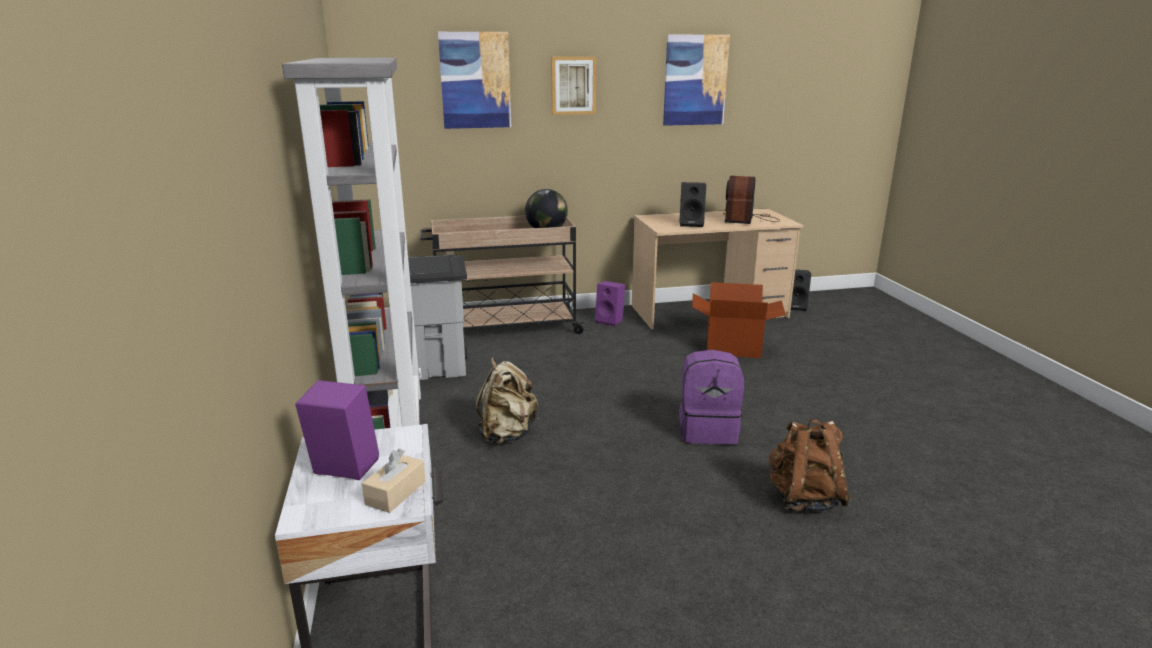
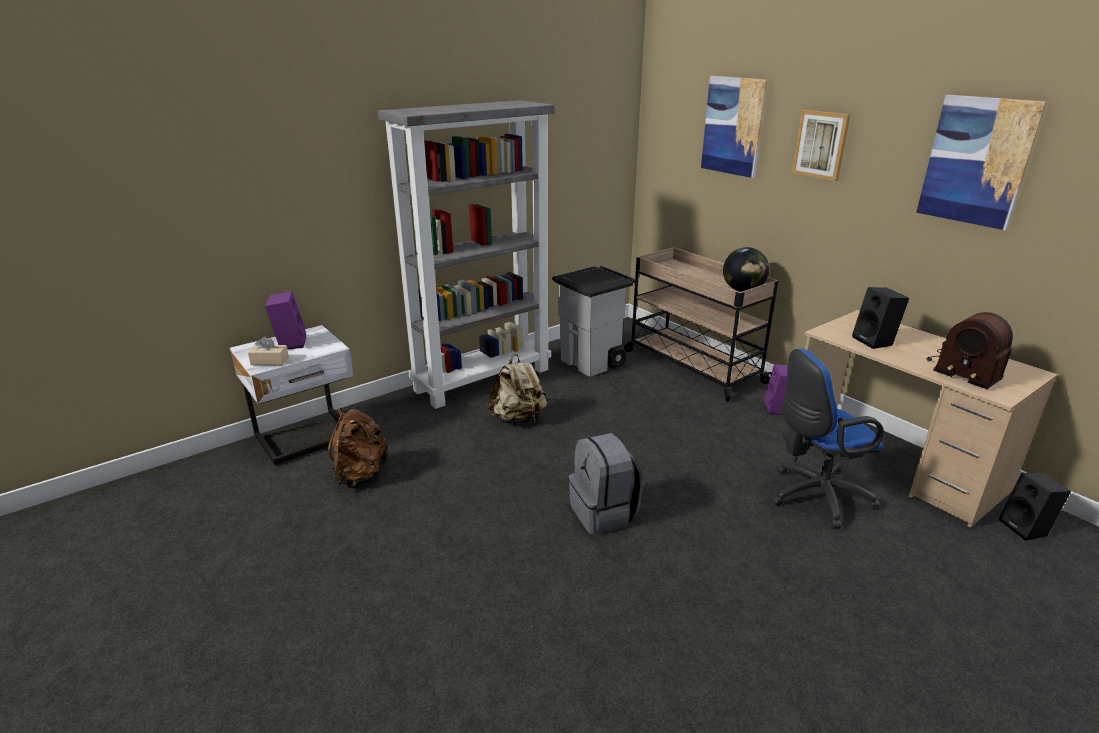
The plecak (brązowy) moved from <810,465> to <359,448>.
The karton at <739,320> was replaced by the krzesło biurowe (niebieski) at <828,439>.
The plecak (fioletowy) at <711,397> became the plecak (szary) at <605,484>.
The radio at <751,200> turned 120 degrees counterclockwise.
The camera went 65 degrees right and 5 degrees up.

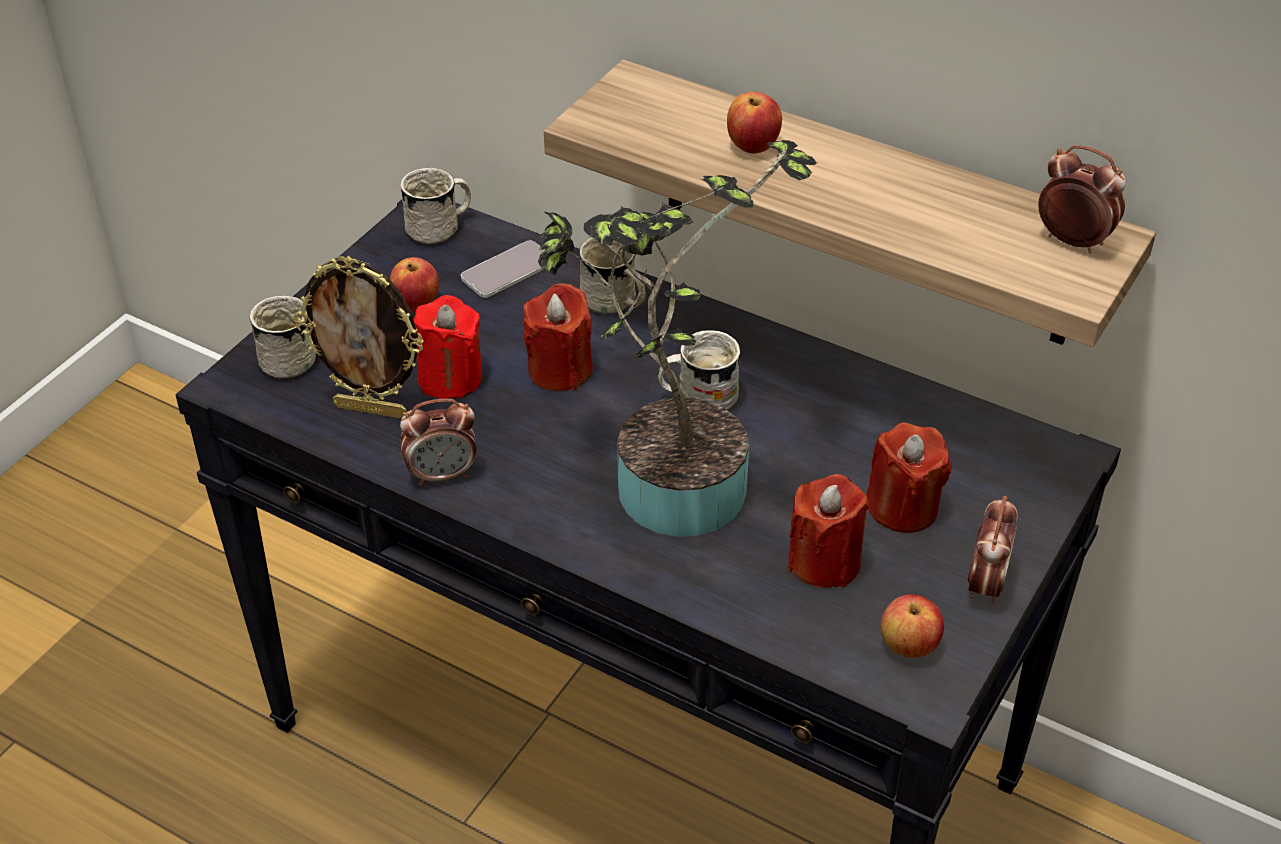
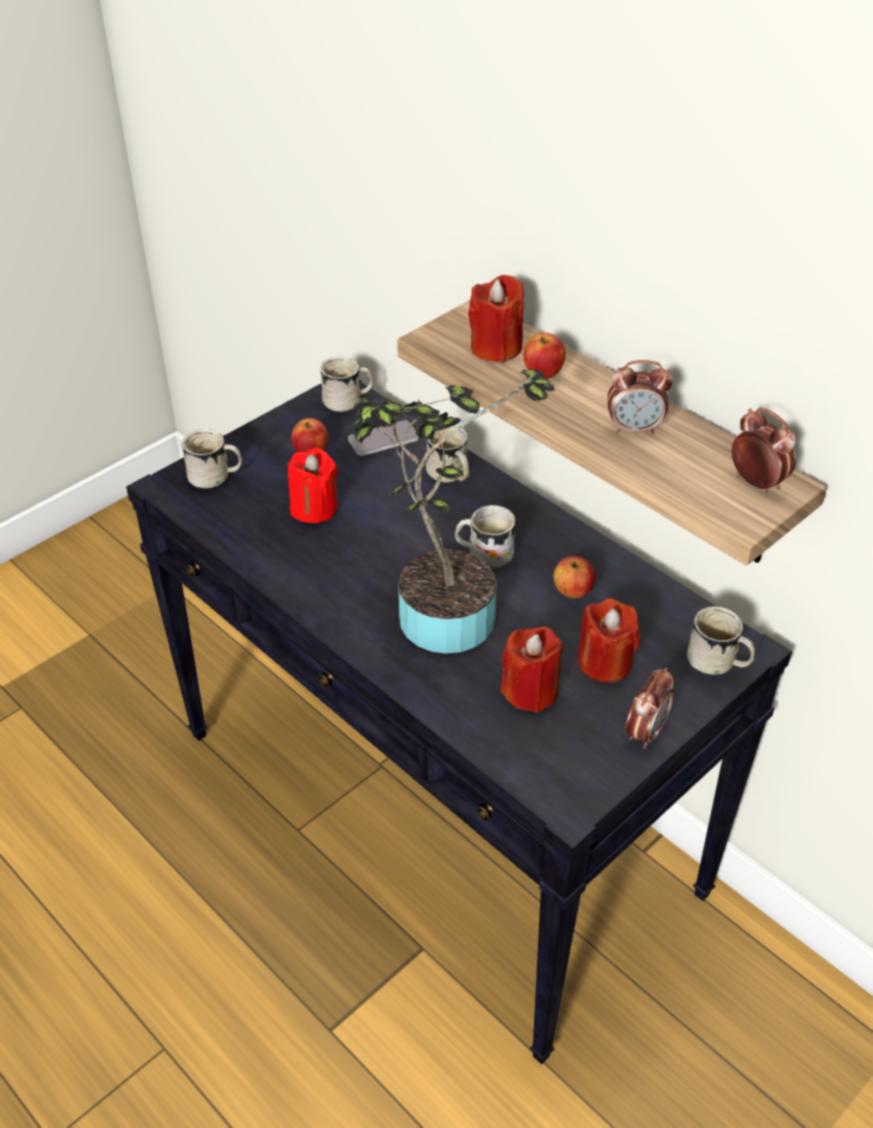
The ramka na zdjęcie at <359,337> disappeared.
The kubek (biały) at <721,640> appeared.
The budzik moved from <438,442> to <640,397>.
The świeca (czerwony) moved from <558,337> to <496,319>.
The jabłko moved from <912,626> to <574,577>.
The camera went 15 degrees right and 0 degrees up.

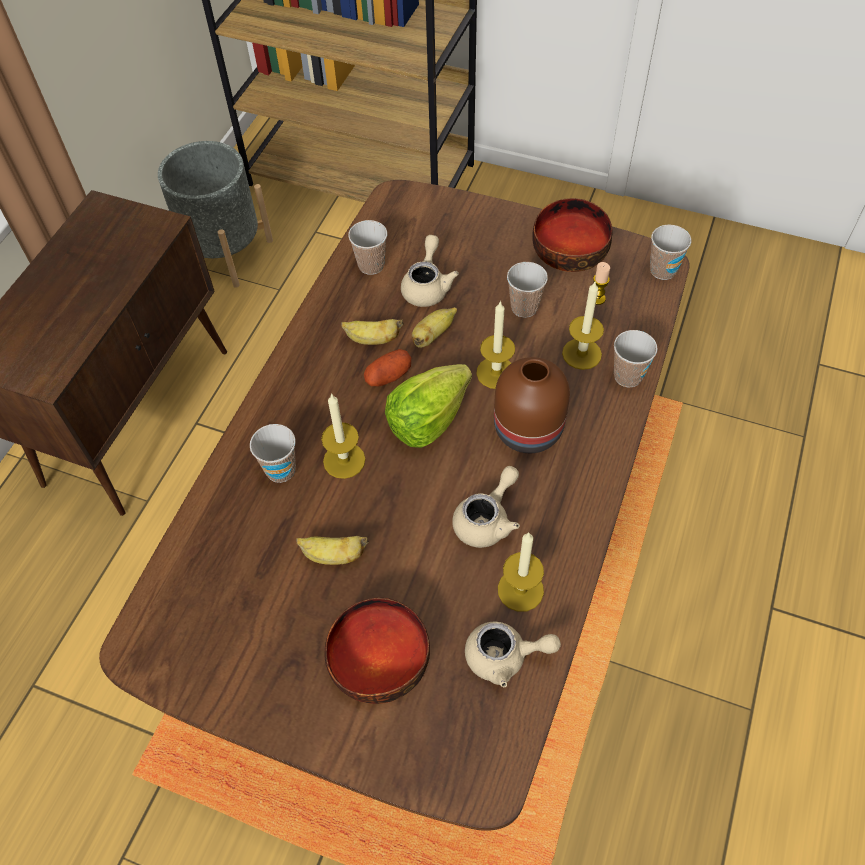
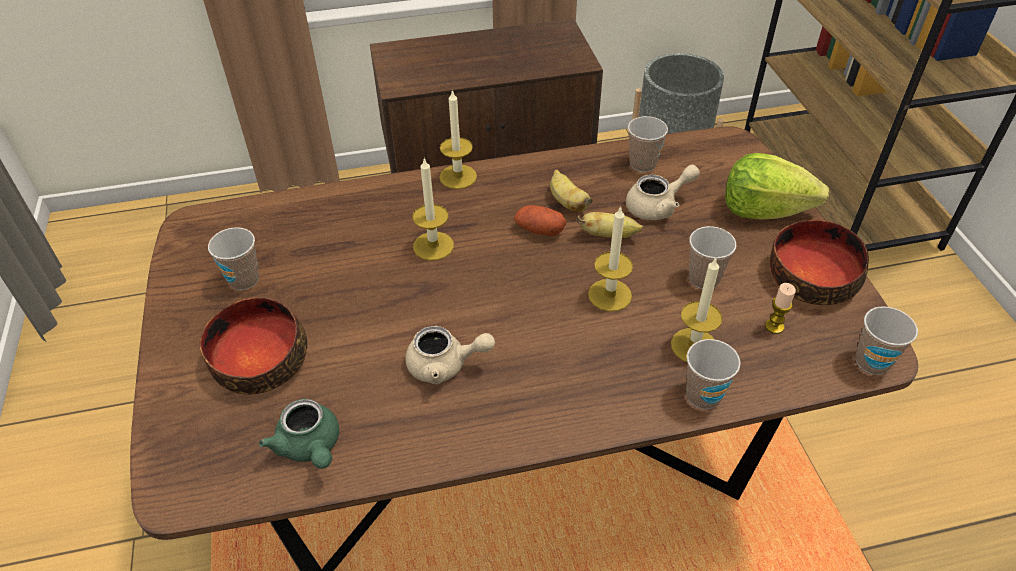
The banan at <332,550> disappeared.
The wazon (brązowy) at <532,405> disappeared.
The filiżanka moved from <273,453> to <233,258>.
The sałata moved from <428,406> to <777,186>.
The świeca moved from <521,572> to <458,139>.
The imbryk (beżowy) at <513,654> became the imbryk (zielony) at <299,434>.
The camera went 55 degrees right and 10 degrees down.

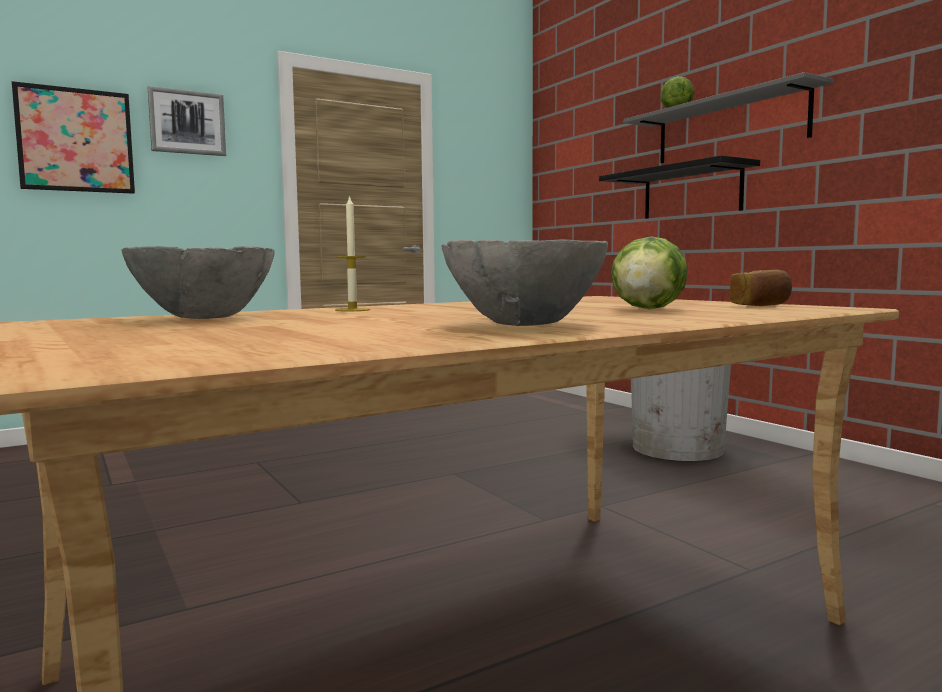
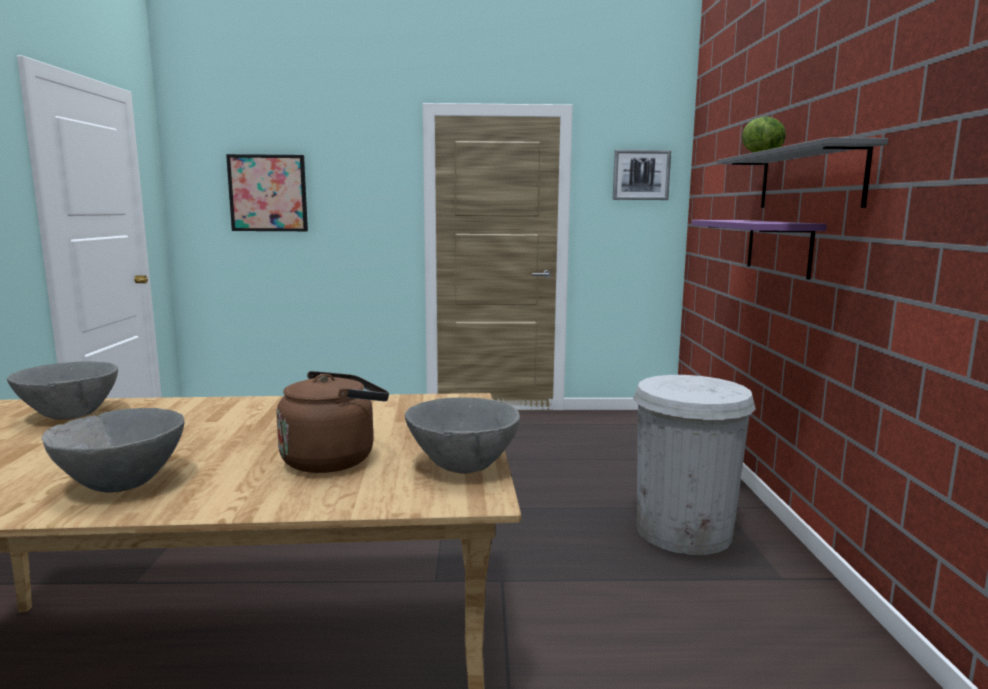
The świeca at <352,253> disappeared.
The obraz moved from <187,121> to <642,175>.
The sałata at <649,272> was replaced by the czajnik (brązowy) at <332,422>.
The chleb at <761,288> was replaced by the miska (szary) at <462,435>.
The półka (czarny) at <679,187> became the półka (fioletowy) at <759,250>.
The camera went 30 degrees right and 5 degrees up.

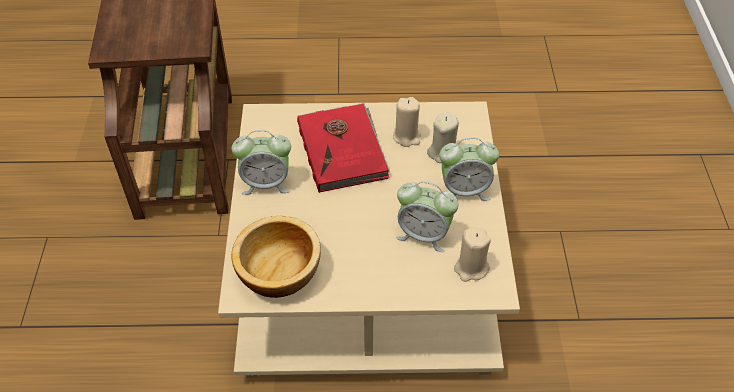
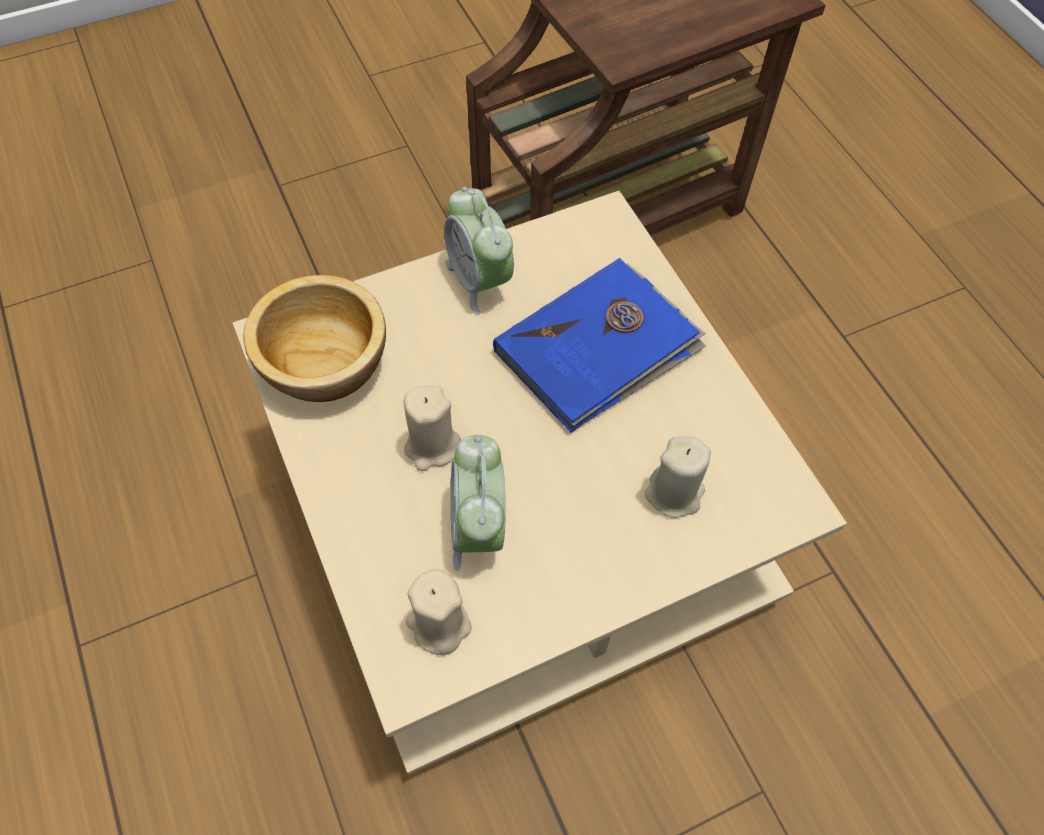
The budzik at <469,169> disappeared.
The świeca (beżowy) moved from <407,122> to <432,428>.
The książka (czerwony) at <343,148> became the książka (niebieski) at <599,345>.
The camera went 65 degrees right and 10 degrees up.

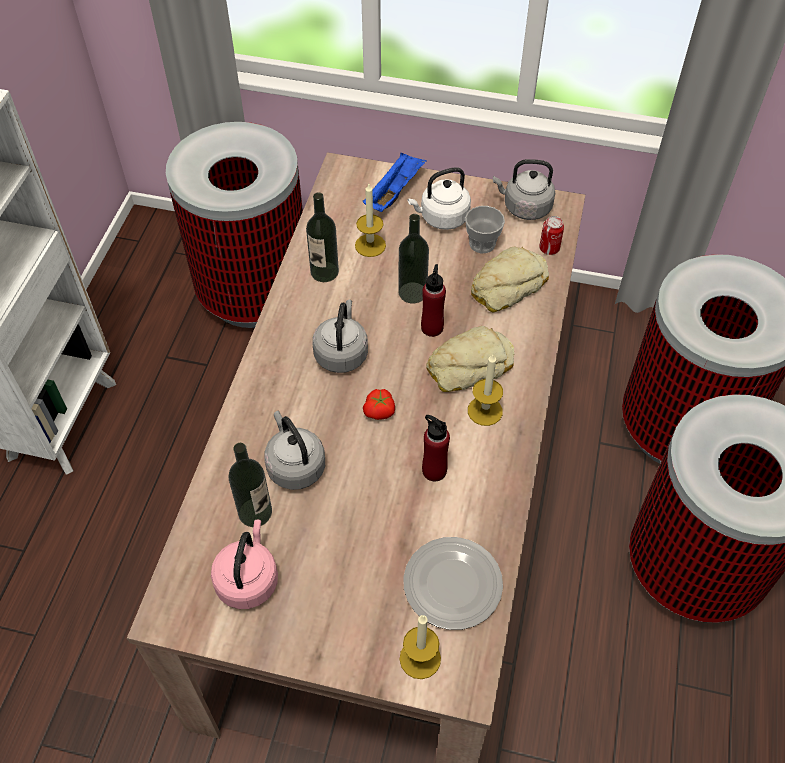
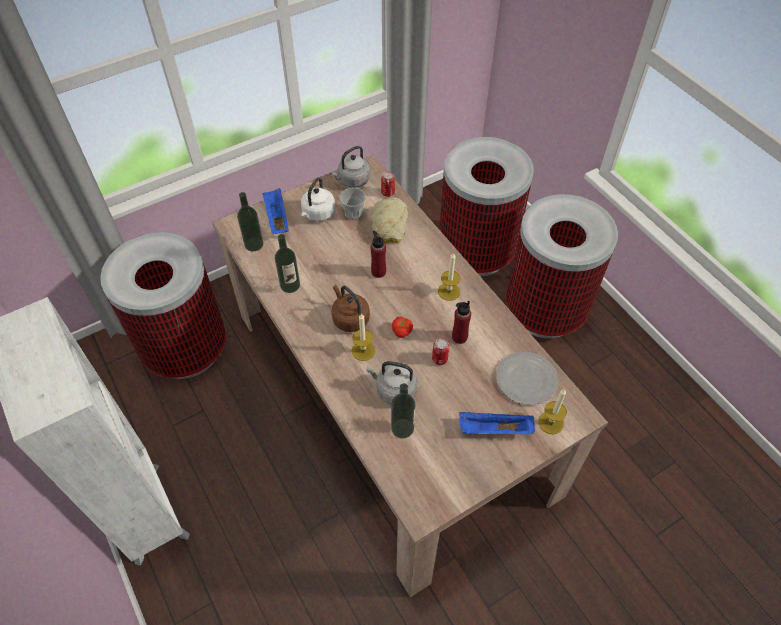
The czajnik (różowy) at <244,564> disappeared.
The chleb at <470,359> disappeared.
The puszka at <440,351> appeared.
The taca (niebieski) at <497,423> appeared.
The świeca moved from <370,220> to <363,337>.
The butelka moved from <413,258> to <250,221>.
The czajnik (szary) at <340,336> became the czajnik (brązowy) at <351,308>.
The camera went 45 degrees left and 0 degrees up.

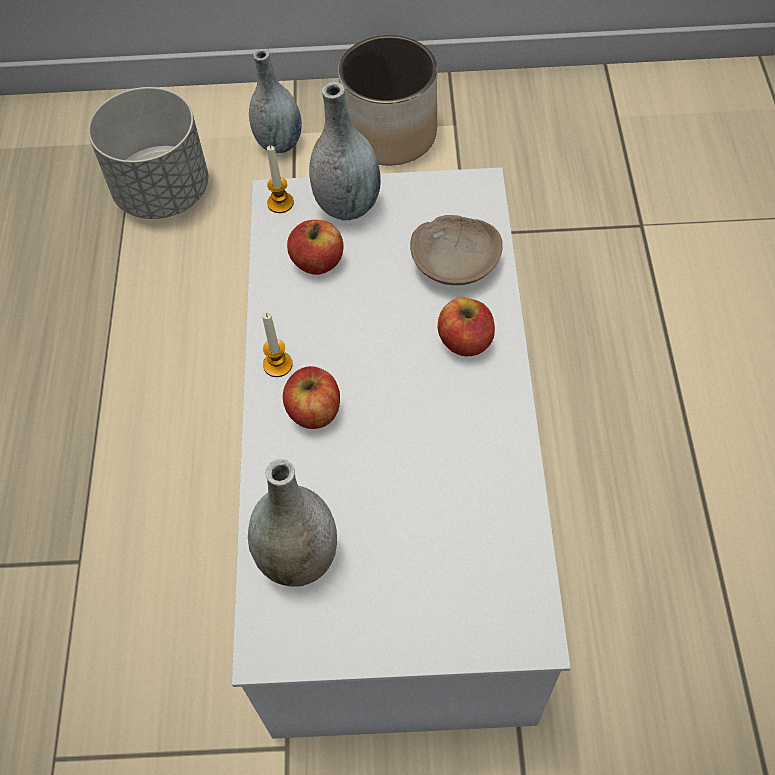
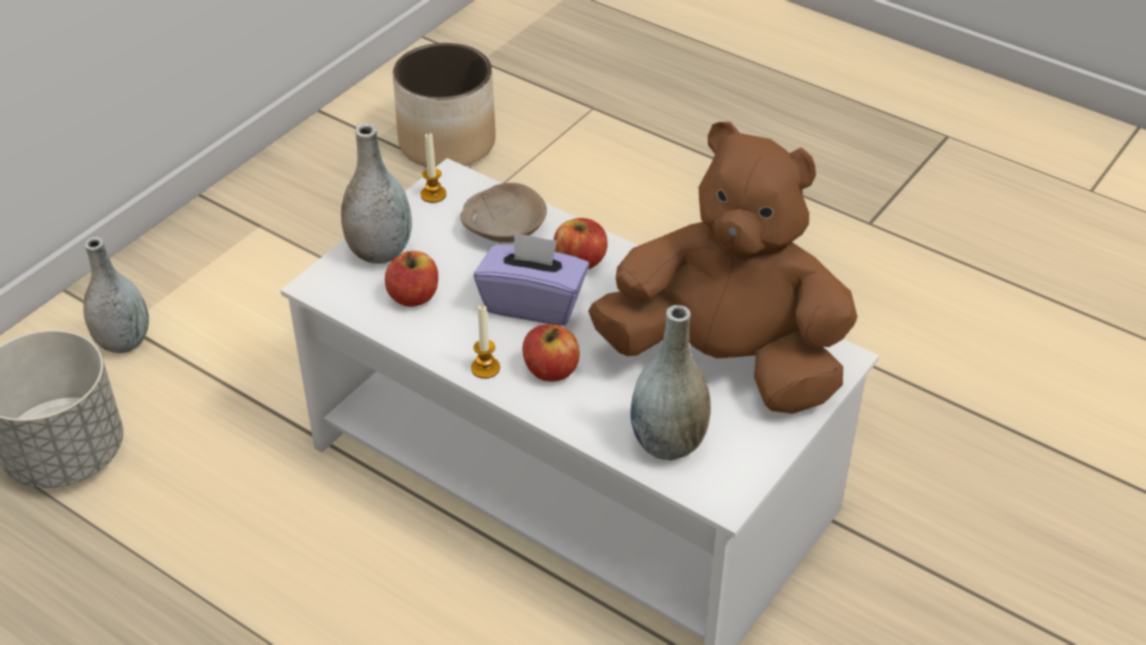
The pudełko chusteczek (fioletowy) at <531,278> appeared.
The pluszak (brązowy) at <723,268> appeared.
The świeca moved from <280,179> to <433,167>.
The donica moved from <387,100> to <444,105>.
The camera went 55 degrees left and 15 degrees down.

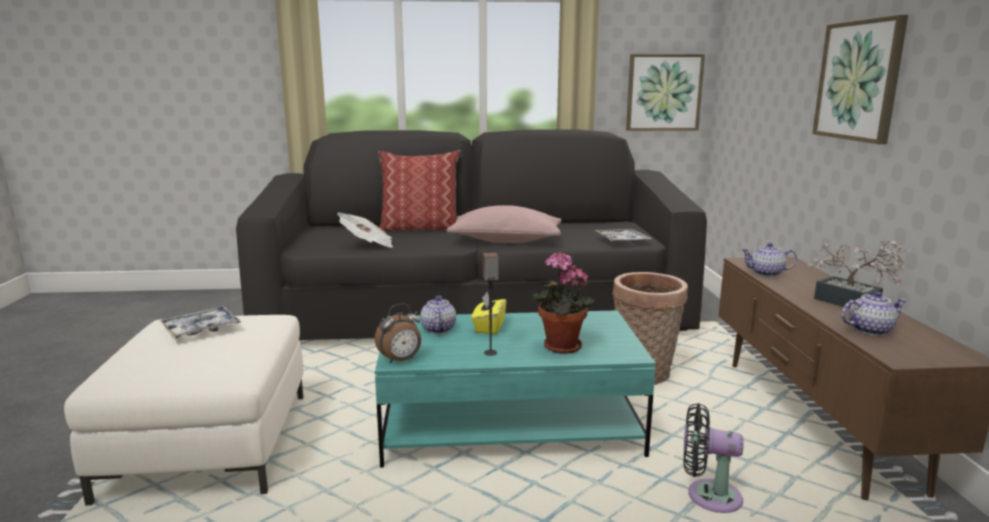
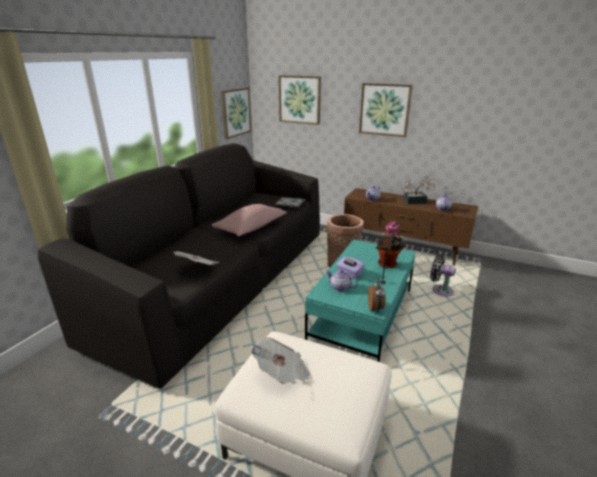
The poduszka at <419,190> disappeared.
The obraz at <300,100> appeared.
The taca at <200,322> was replaced by the gazeta at <281,360>.
The pudełko chusteczek (żółty) at <488,313> became the pudełko chusteczek (fioletowy) at <351,267>.
The wentylator (czarny) at <713,458> turned 75 degrees clockwise.
The camera went 60 degrees left and 10 degrees up.

